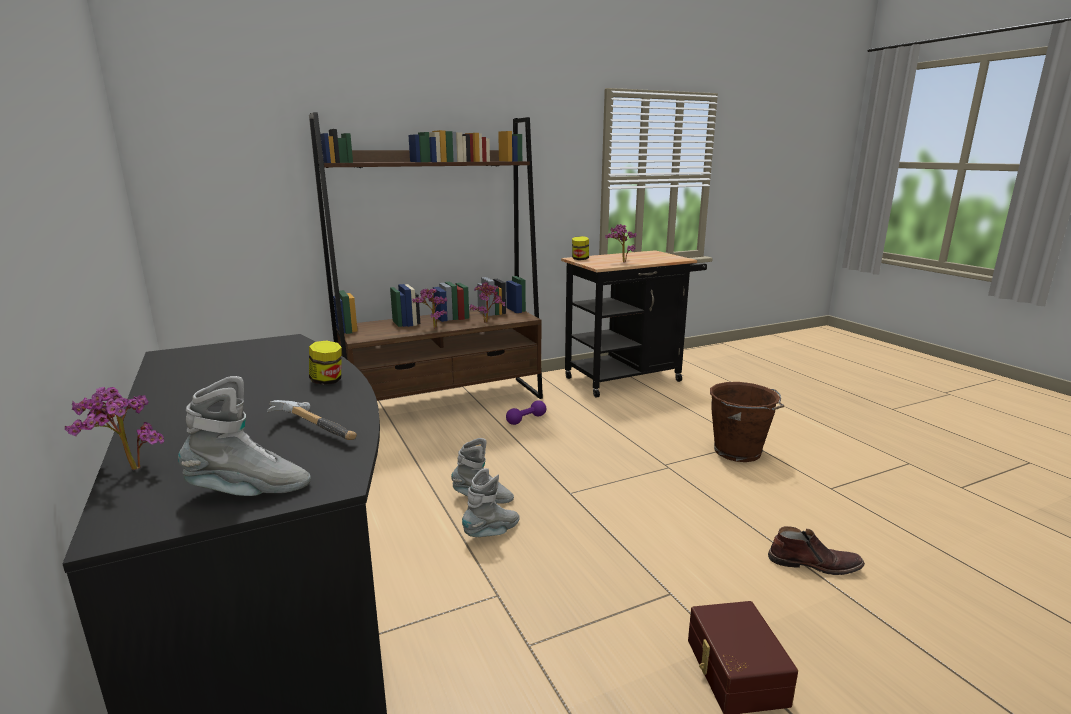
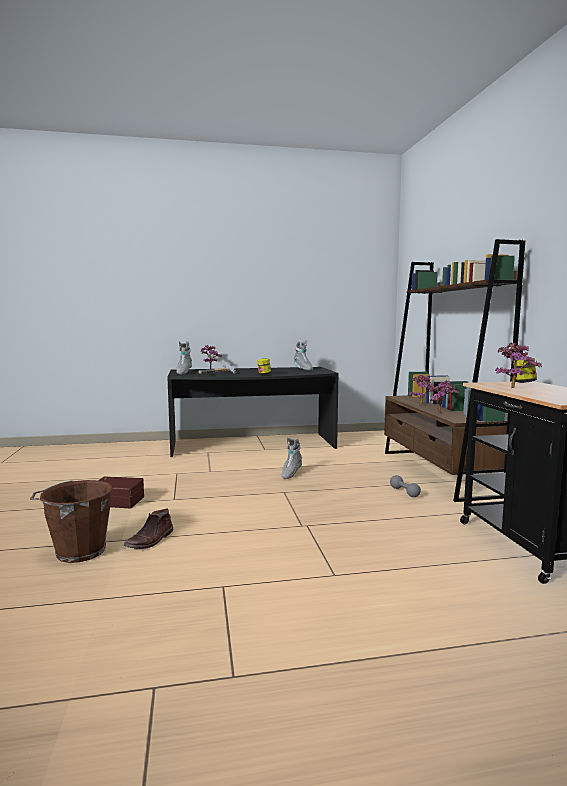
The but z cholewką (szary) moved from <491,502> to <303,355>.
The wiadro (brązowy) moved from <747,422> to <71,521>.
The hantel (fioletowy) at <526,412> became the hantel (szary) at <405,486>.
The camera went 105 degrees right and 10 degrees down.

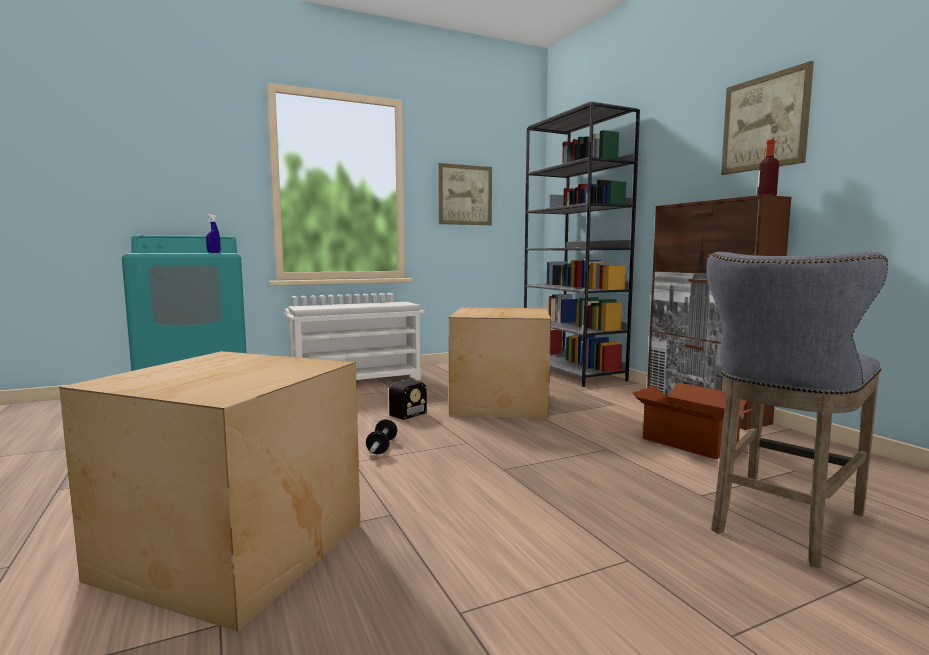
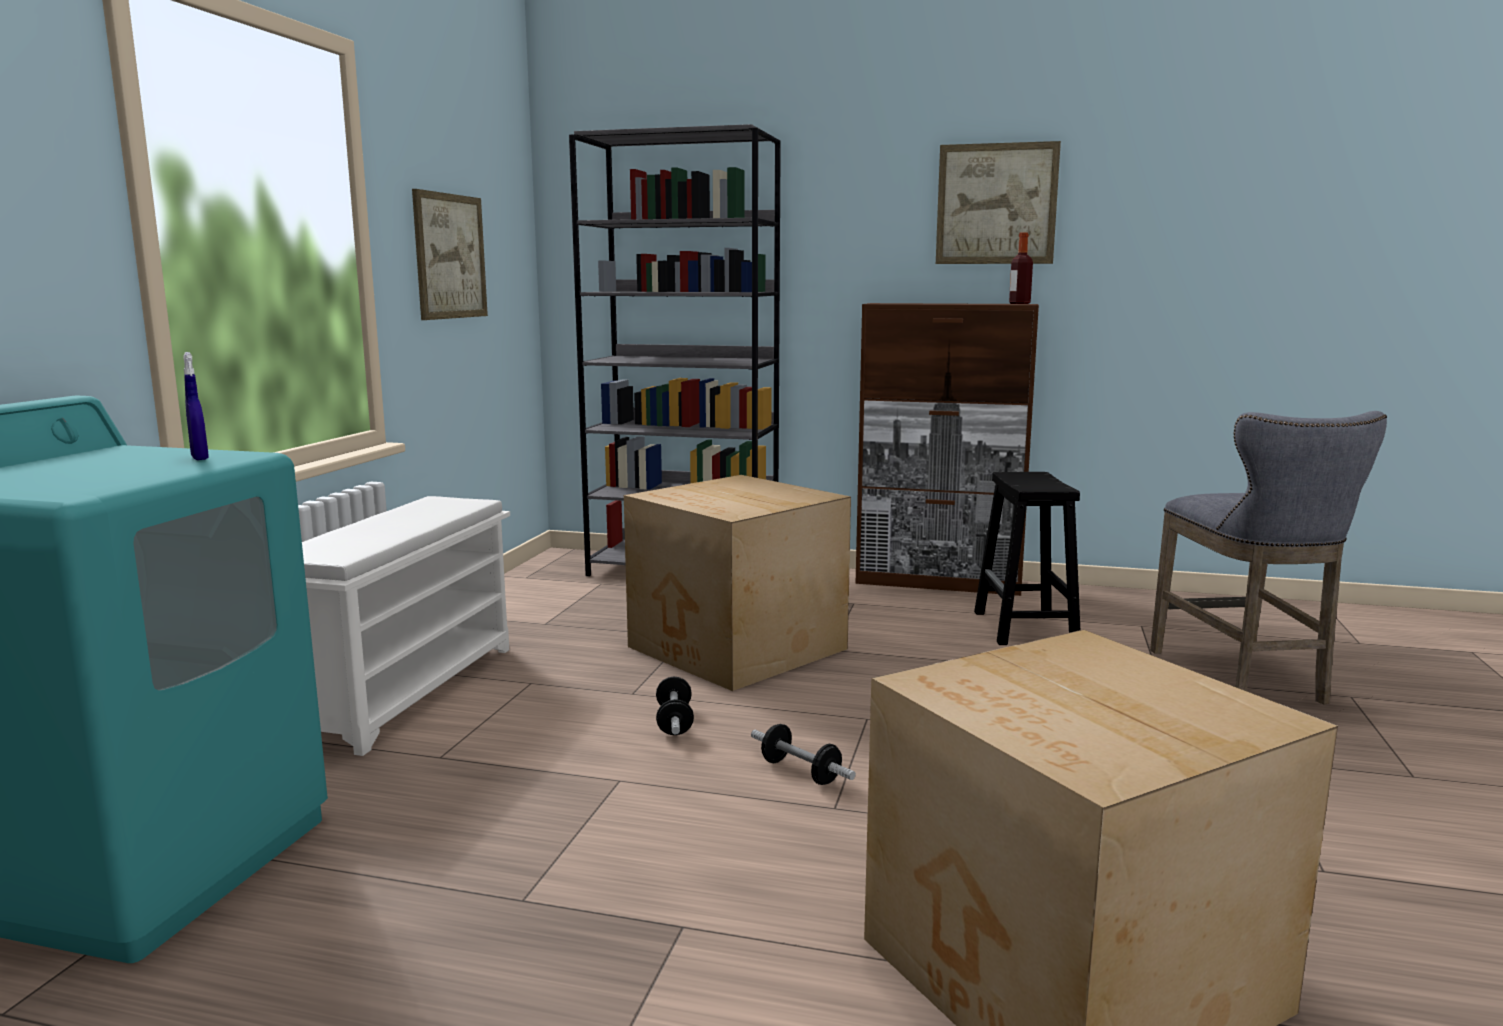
The radio at <399,401> was replaced by the hantel at <675,706>.
The karton at <692,421> was replaced by the stołek (czarny) at <1027,558>.
The camera went 50 degrees left and 5 degrees up.

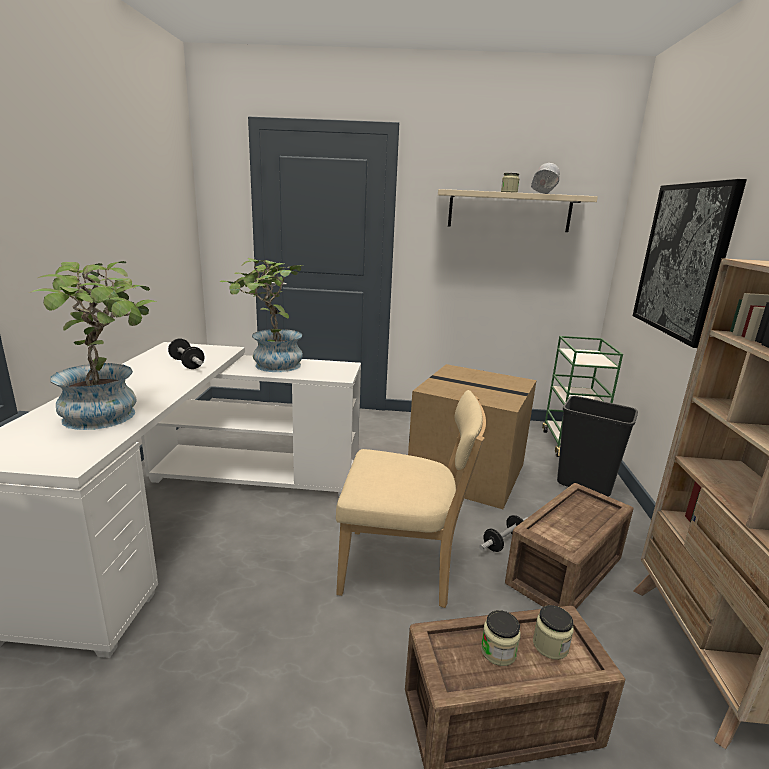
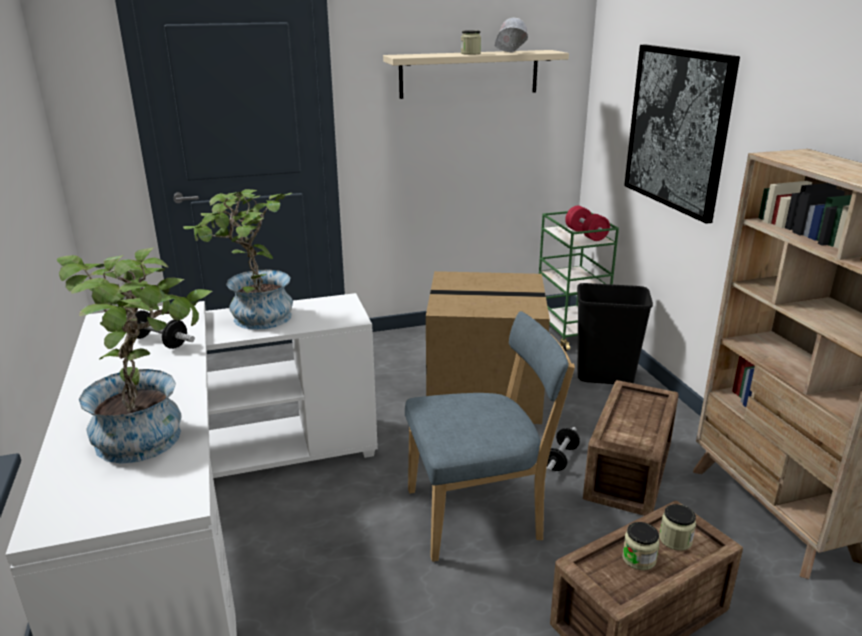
The hantel (czerwony) at <587,223> appeared.
The krzesło (beżowy) at <411,499> became the krzesło (niebieski) at <490,436>.
The camera went 20 degrees left and 5 degrees up.

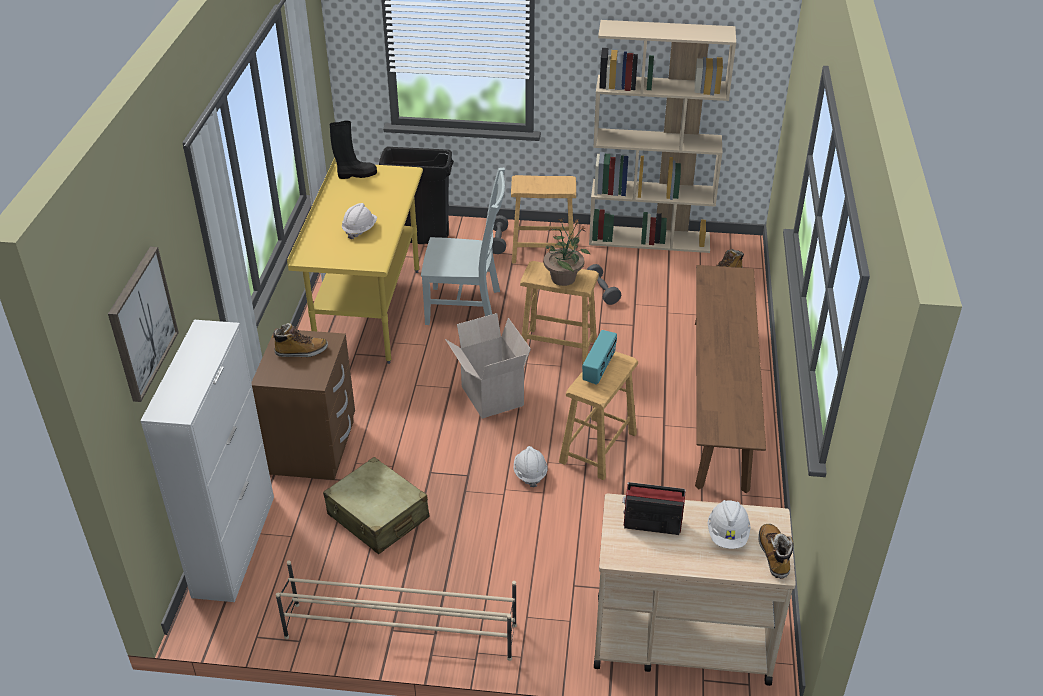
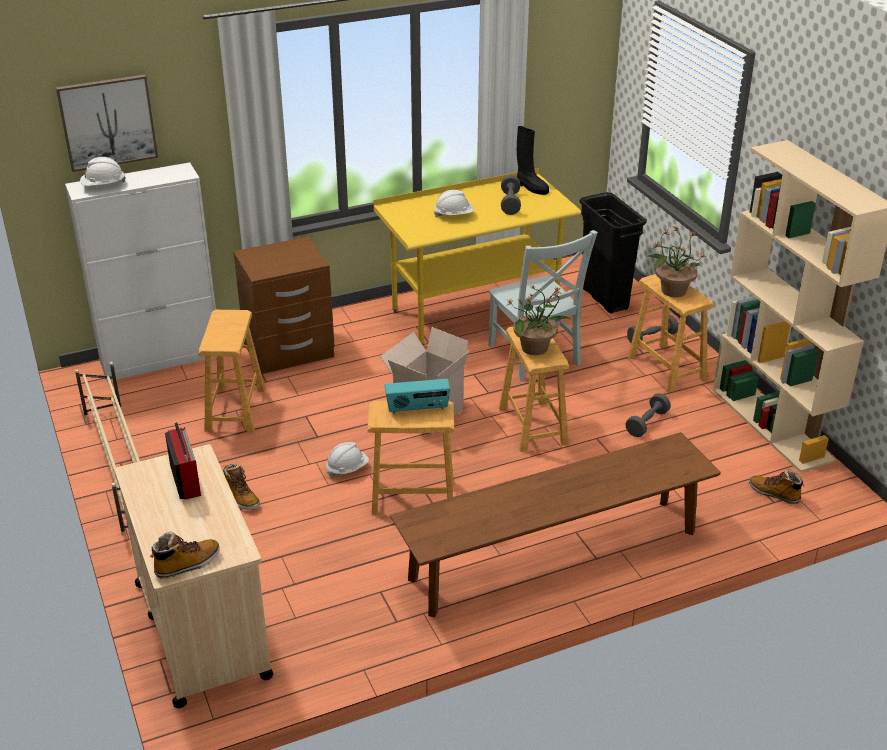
The hantel (szary) at <511,195> appeared.
The roślina doniczkowa at <677,261> appeared.
The but z cholewką moved from <299,340> to <241,487>.
The kask (biały) moved from <729,524> to <103,171>.
The walizka (beżowy) at <376,505> was replaced by the stołek (brązowy) at <232,371>.
The camera went 60 degrees right and 5 degrees down.

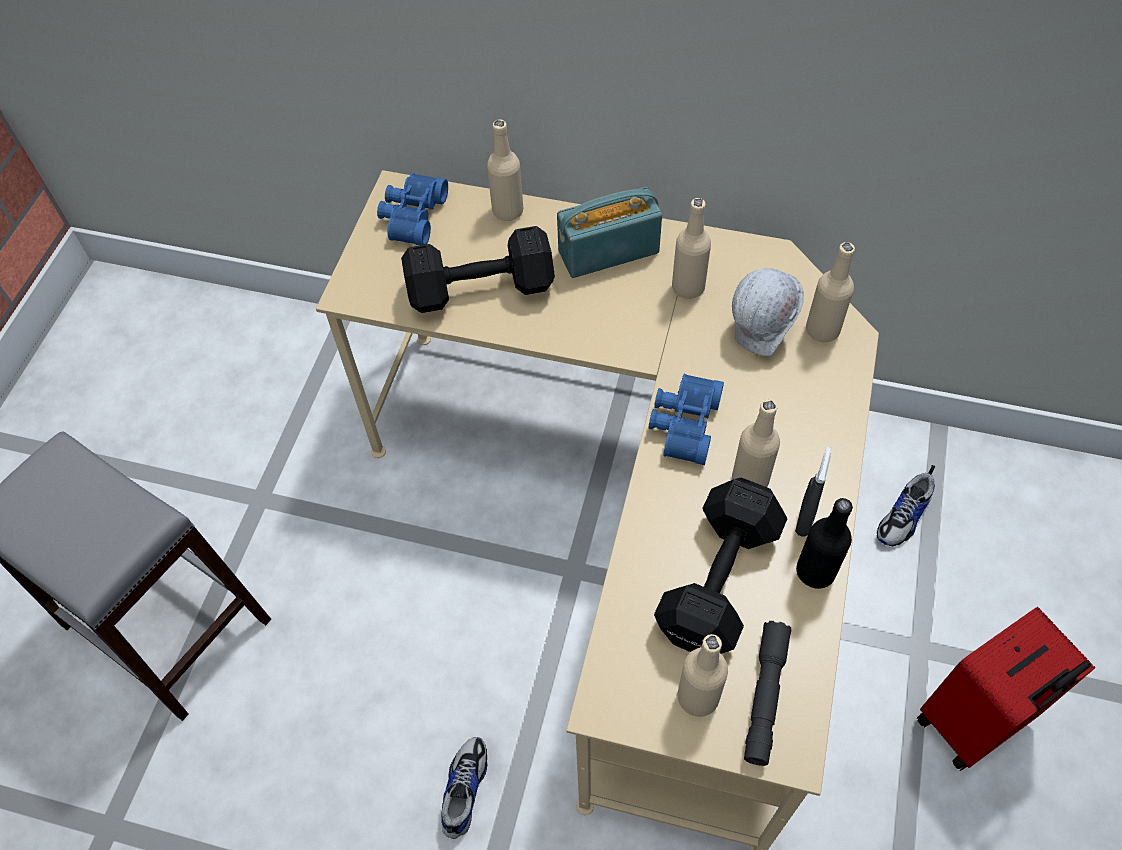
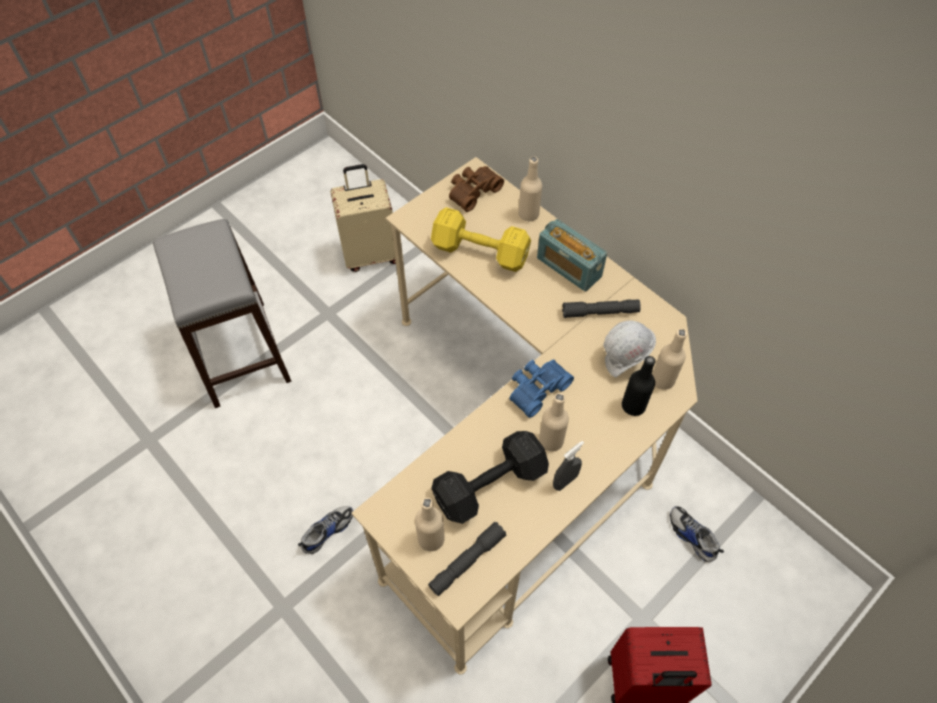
The walizka (beżowy) at <363,218> appeared.
The butelka (czarny) moved from <824,543> to <639,386>.
The butelka (beżowy) at <691,248> was replaced by the latarka (szary) at <601,308>.
The lornetka (niebieski) at <412,209> became the lornetka (brązowy) at <476,189>.
The hantel (czarny) at <478,269> became the hantel (żółty) at <481,239>.
The radio at <609,232> turned 150 degrees counterclockwise.
The but at <906,505> turned 75 degrees clockwise.
The camera went 30 degrees right and 0 degrees up.

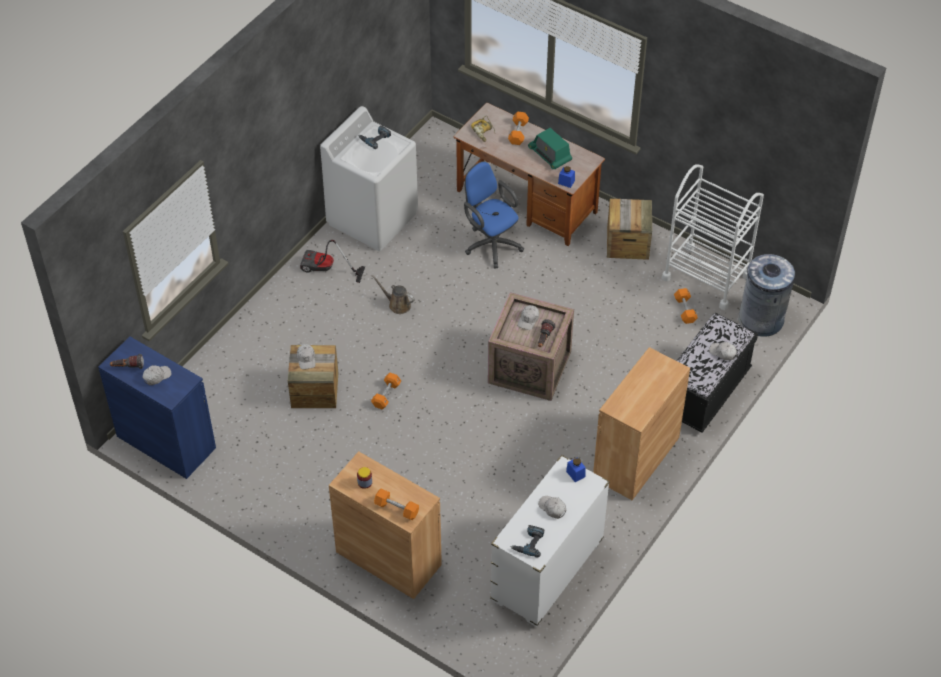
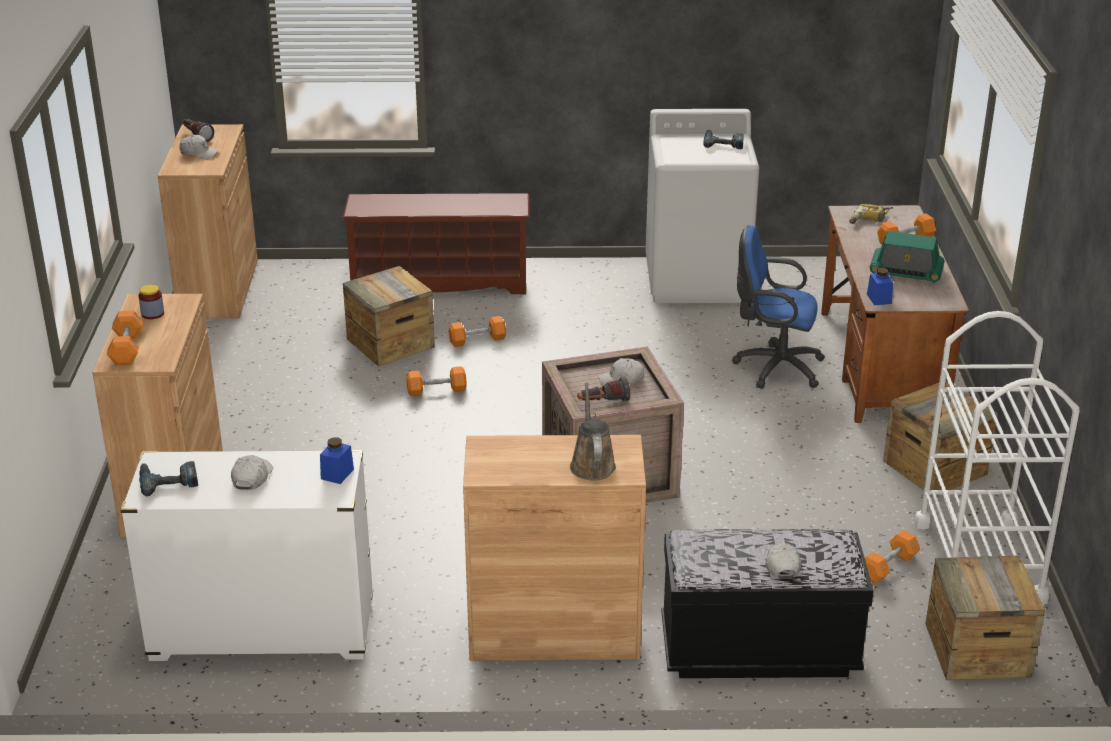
The czapka z daszkiem (biały) at <306,356> disappeared.
The odkurzacz at <332,261> disappeared.
The regał na buty (brązowy) at <436,243> appeared.
The hantel (pomarańczowy) at <477,331> appeared.
The konewka (brązowy) moved from <393,294> to <593,431>.
The kosz na śmieci (szary) at <766,295> was replaced by the skrzynka at <985,618>.
The szafka (niebieski) at <157,408> became the szafka (brązowy) at <208,221>.
The krzesło biurowe (niebieski) at <494,214> turned 90 degrees counterclockwise.
The radio at <550,148> turned 90 degrees counterclockwise.
The camera went 55 degrees right and 20 degrees down.

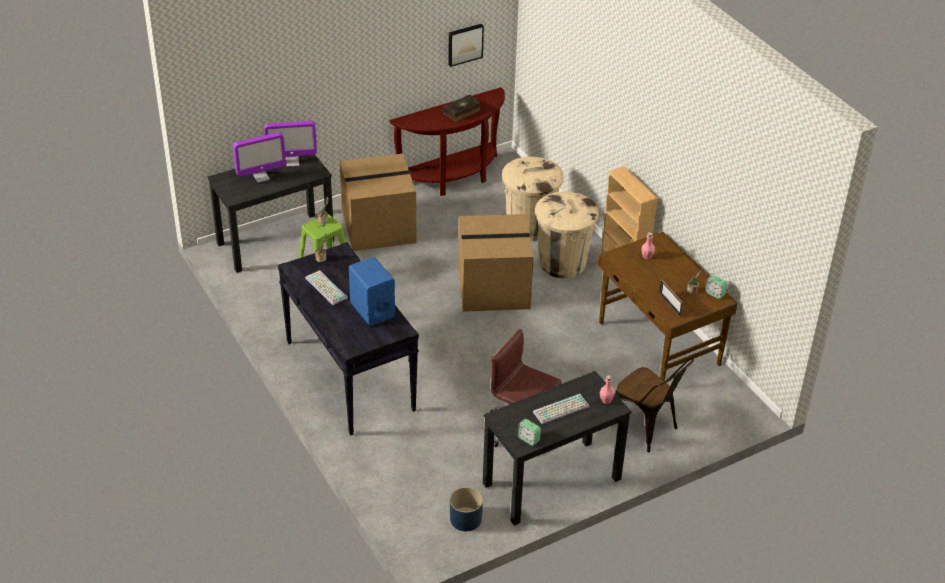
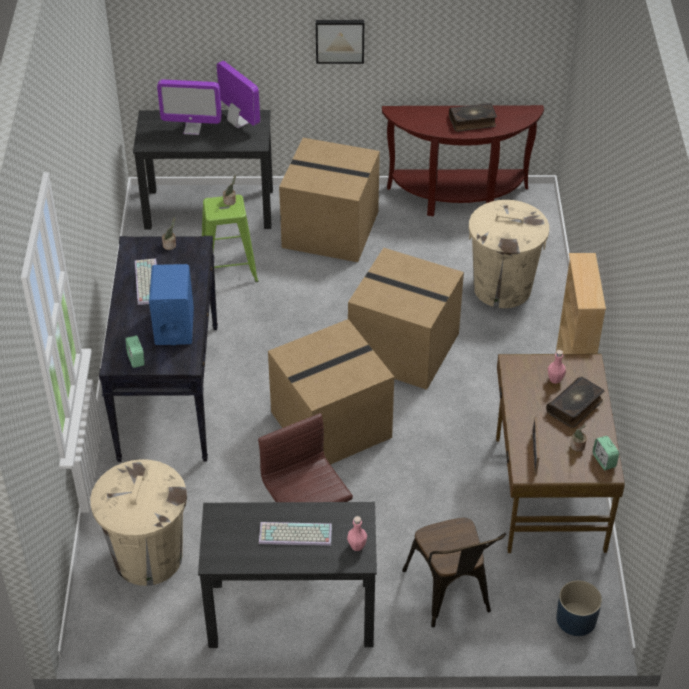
The karton at <331,392> appeared.
The książka at <575,402> appeared.
The obraz moved from <466,45> to <340,42>.
The donica (niebieski) moved from <466,509> to <579,608>.
The budzik moved from <529,432> to <135,351>.
The kosz na śmieci (beżowy) moved from <567,235> to <138,522>.
The monitor at <290,144> turned 150 degrees counterclockwise.
The camera went 30 degrees right and 5 degrees up.

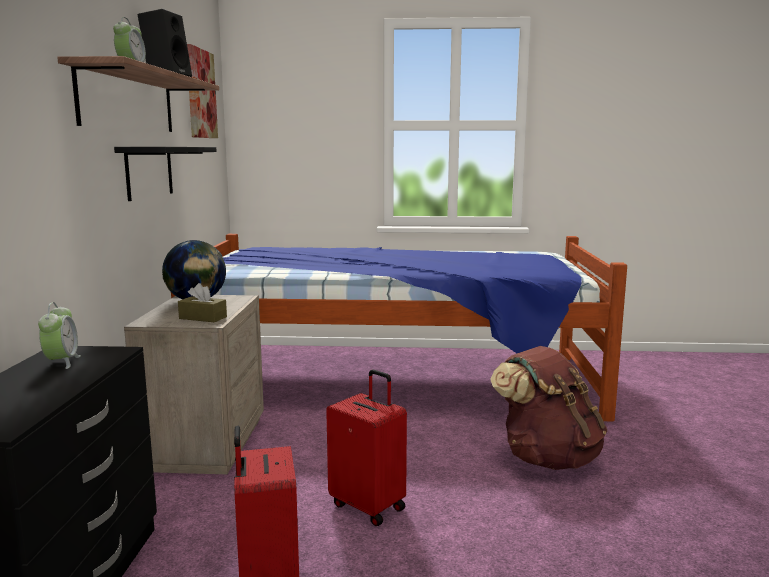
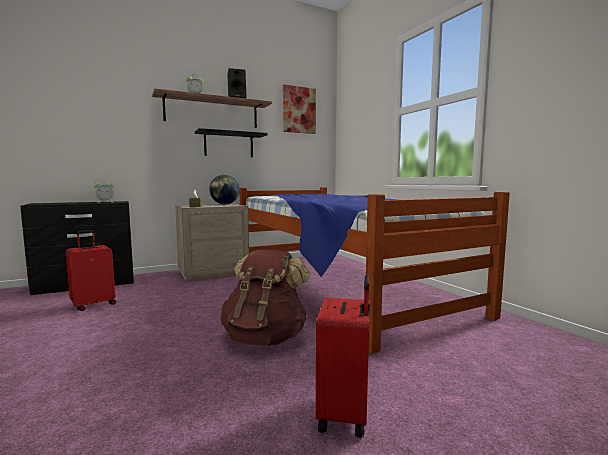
The walizka (czerwony) moved from <366,447> to <343,357>.
The camera went 60 degrees right and 5 degrees down.

